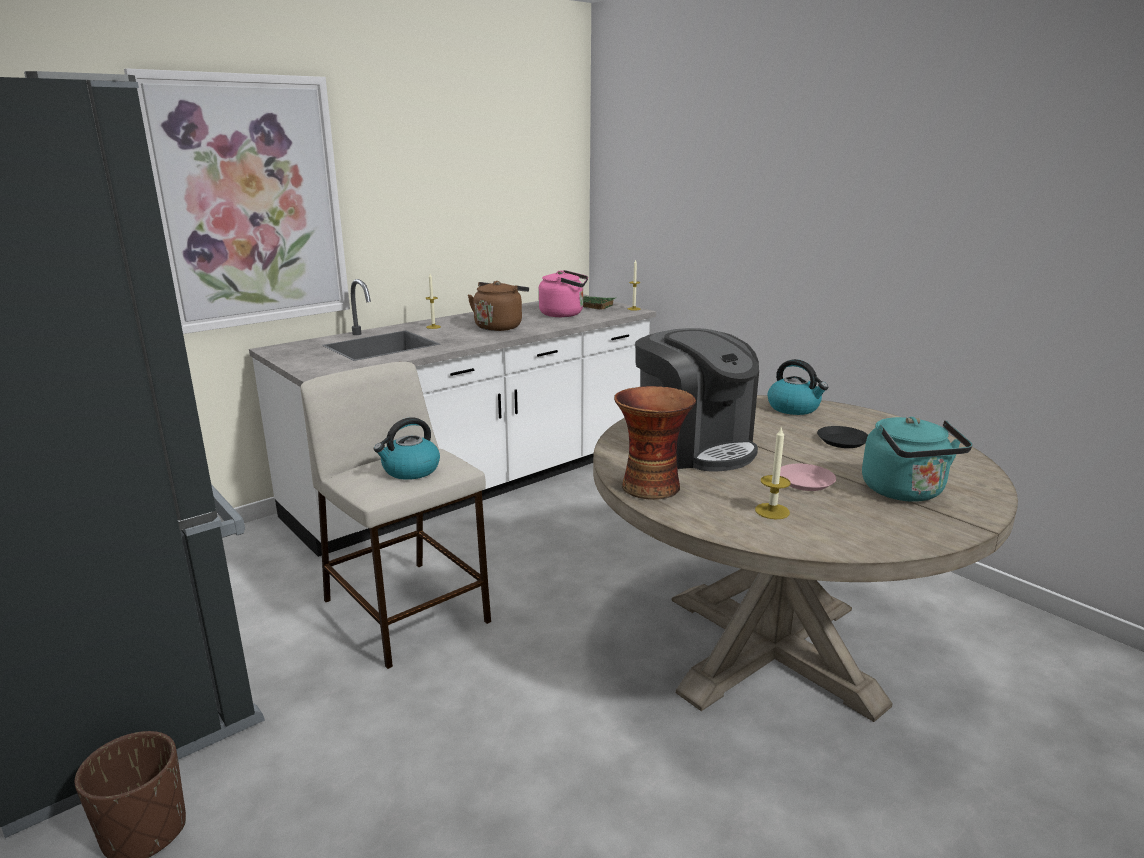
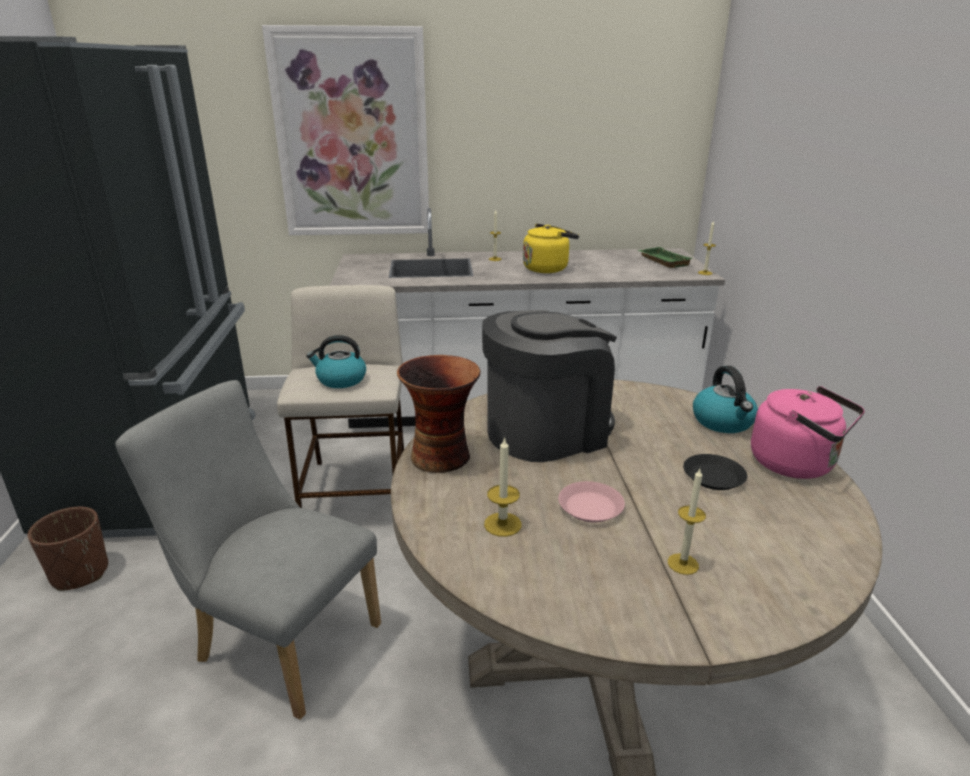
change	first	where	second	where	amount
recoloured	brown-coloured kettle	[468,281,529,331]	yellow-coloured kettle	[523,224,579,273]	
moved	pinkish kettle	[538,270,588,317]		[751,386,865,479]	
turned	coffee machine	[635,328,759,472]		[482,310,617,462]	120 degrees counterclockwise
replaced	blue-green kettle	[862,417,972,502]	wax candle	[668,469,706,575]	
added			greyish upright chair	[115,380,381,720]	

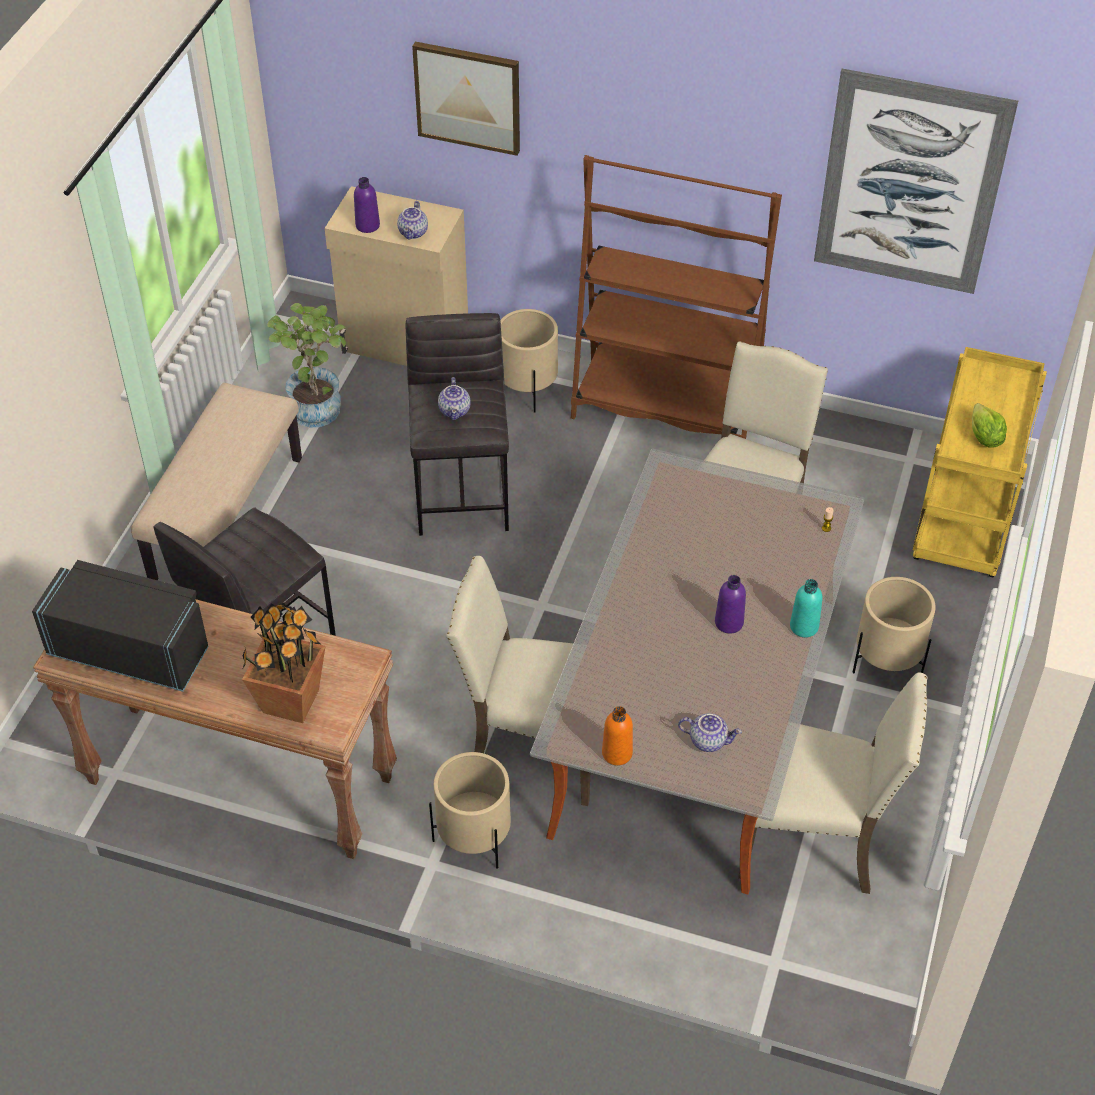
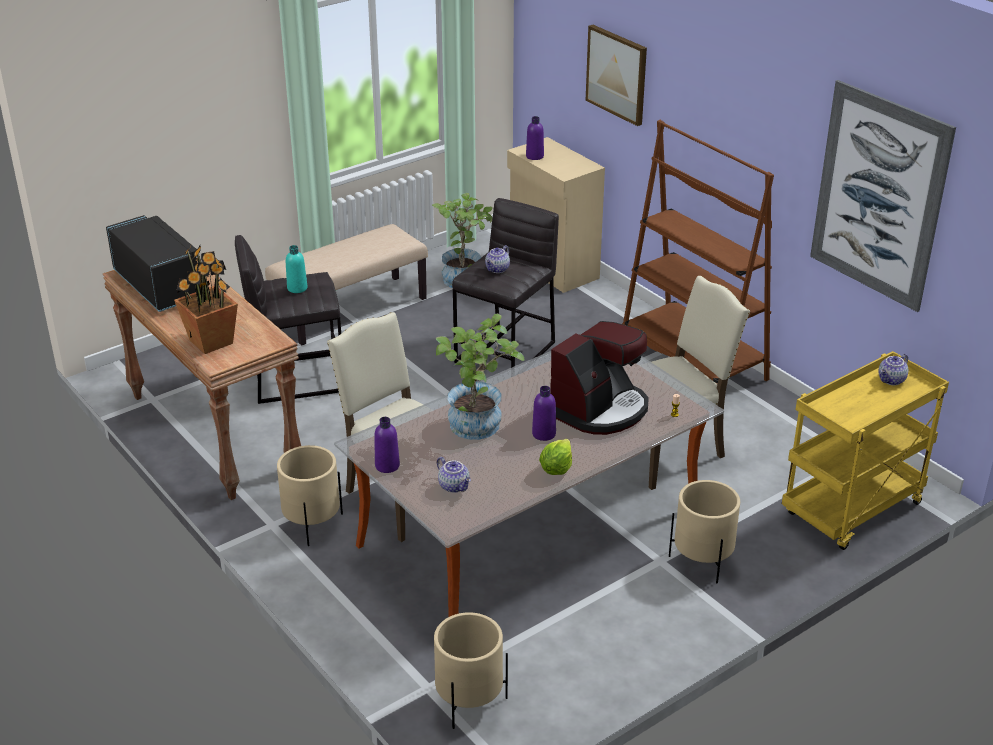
change	first	where	second	where	amount
moved	pot for tea	[397,201,428,240]		[878,354,908,385]	
moved	beige plant pot	[500,309,558,413]		[434,612,508,729]	
recoloured	orangey beverage bottle	[602,706,633,765]	purple beverage bottle	[374,417,400,473]	
removed	beige upright chair	[738,672,928,894]			
moved	blue-green beverage bottle	[790,579,822,638]		[286,245,308,293]	
moved	head of lettuce	[972,403,1007,448]		[539,439,572,475]	
added			potted plant	[436,314,524,440]	
added			coffee machine	[550,321,649,435]	

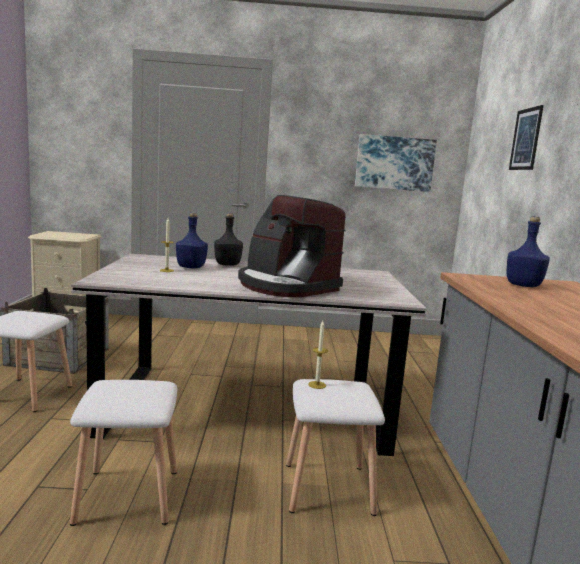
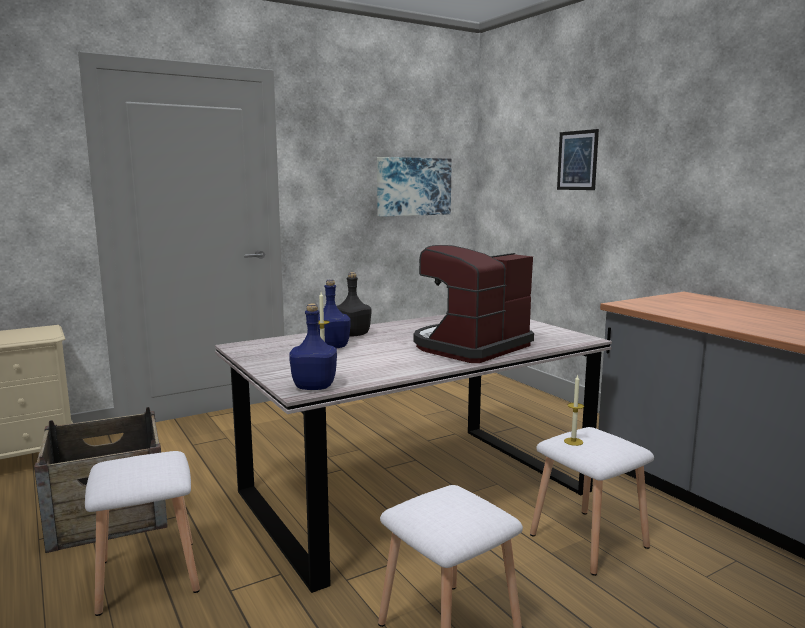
change	first	where	second	where	amount
turned	coffee machine	[238,195,346,297]		[413,245,534,363]	120 degrees clockwise
moved	blue-coloured beverage bottle	[507,216,550,287]		[289,304,337,390]	

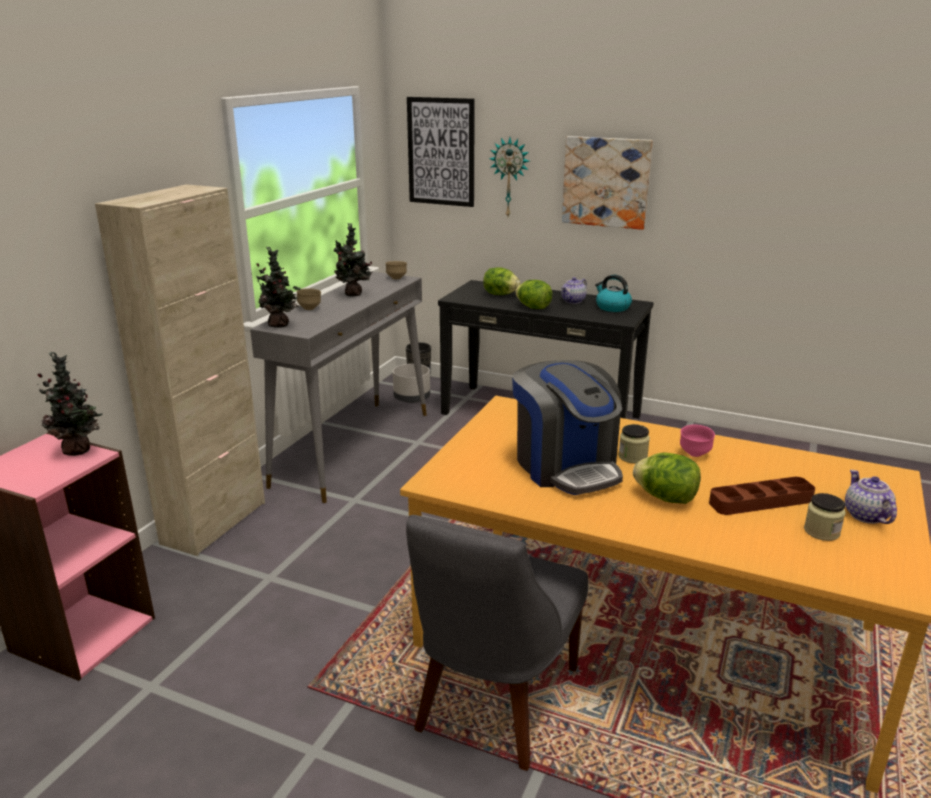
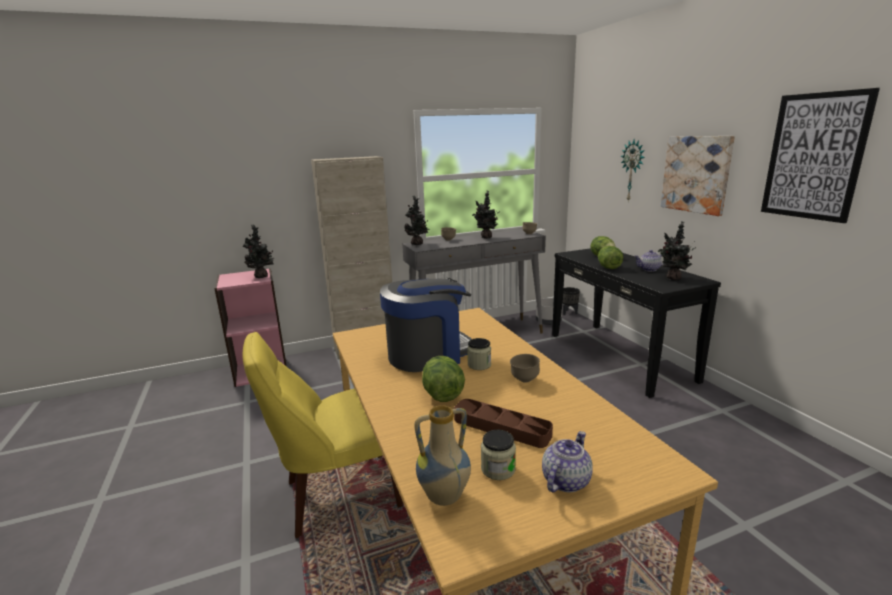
change	first	where	second	where	amount
recoloured	greyish upright chair	[406,515,588,771]	yellow-coloured upright chair	[242,332,403,538]	
moved	picture	[407,97,475,207]		[761,88,880,223]	
turned	coffee machine	[512,360,623,495]		[380,278,472,372]	135 degrees counterclockwise
replaced	kettle	[595,275,632,312]	potted plant	[658,221,696,280]	
recoloured	pinkish bowl	[680,425,715,457]	brown-coloured bowl	[510,354,540,383]	
added			vase	[414,405,471,506]	

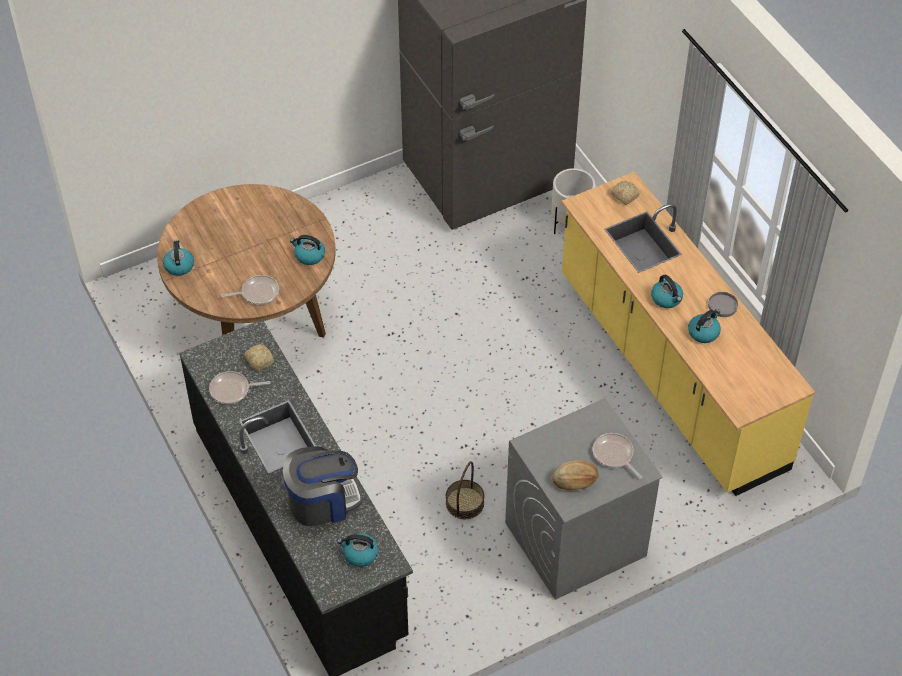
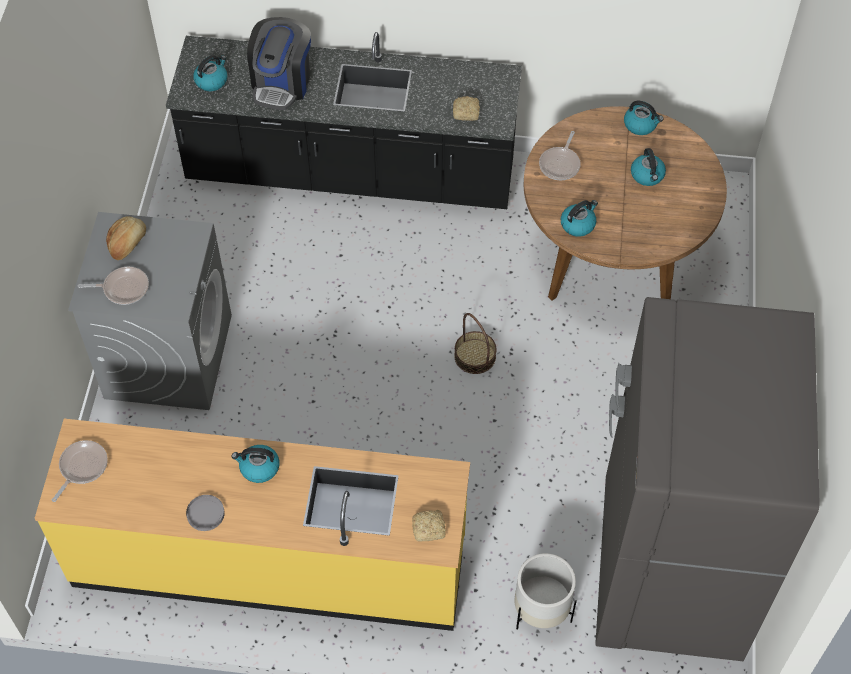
change	first	where	second	where	amount
moved	frying pan	[209,371,271,404]		[52,440,108,502]	
moved	household basket	[446,461,484,519]		[454,313,497,374]	
moved	kettle	[688,309,721,343]		[631,148,666,186]	

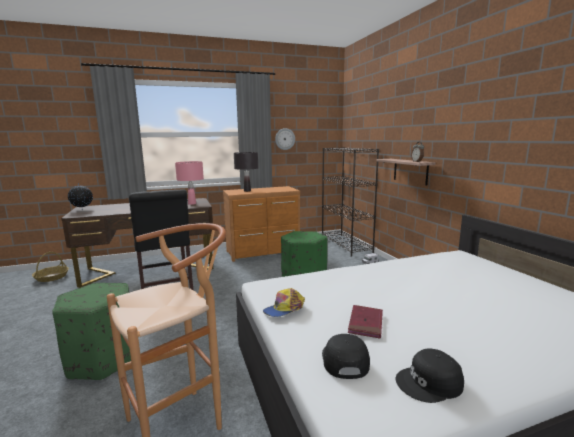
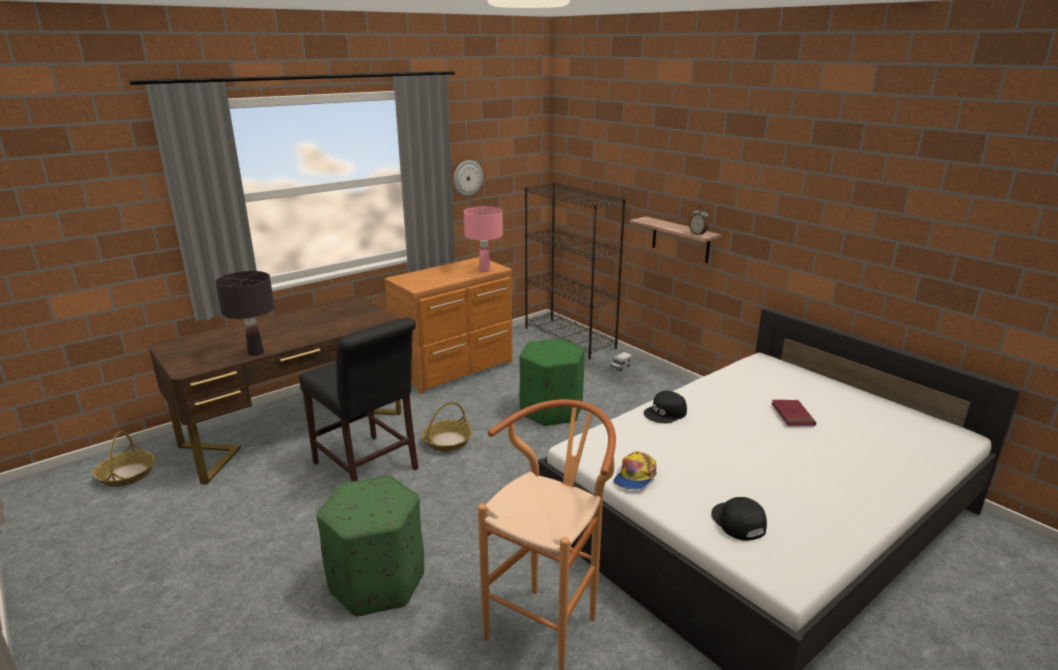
change	first	where	second	where	amount
removed	globe	[68,183,93,207]			
moved	pinkish table lamp	[175,161,204,205]		[464,206,503,272]	
moved	black table lamp	[234,152,258,192]		[215,271,275,356]	
moved	red volume	[348,305,383,339]		[771,400,816,426]	
moved	black peaked cap	[396,348,464,403]		[644,391,687,423]	
added			household basket	[422,402,472,452]	

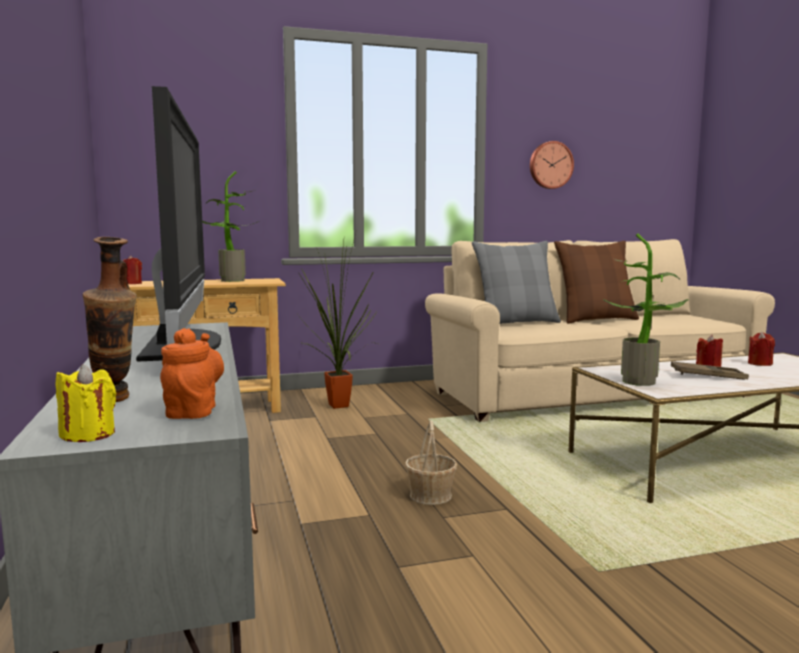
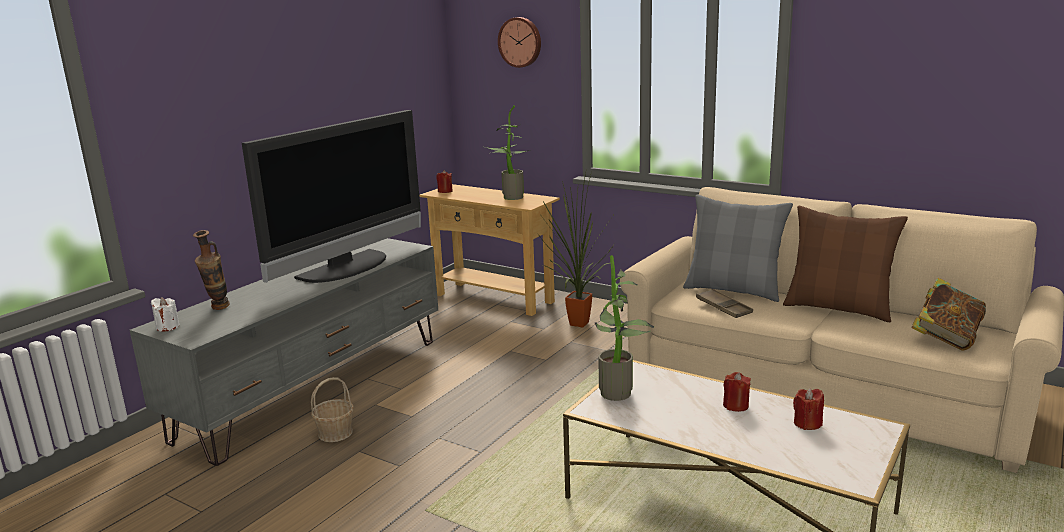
change	first	where	second	where	amount
recoloured	yellow-coloured wax candle	[56,364,116,442]	whitish wax candle	[151,297,180,332]	
removed	orangey pot for tea	[160,328,224,419]			
moved	household basket	[405,421,458,505]		[311,377,354,442]	
moved	clock on the wall	[530,141,574,189]		[498,17,541,68]	
moved	brown-coloured carrying tray	[671,361,749,379]		[696,289,753,318]	
added			volume	[911,278,986,351]	

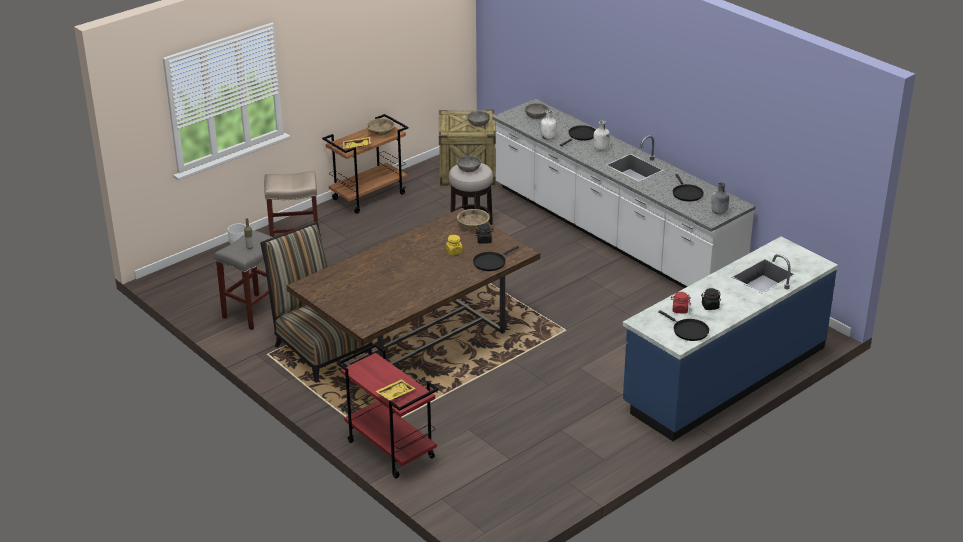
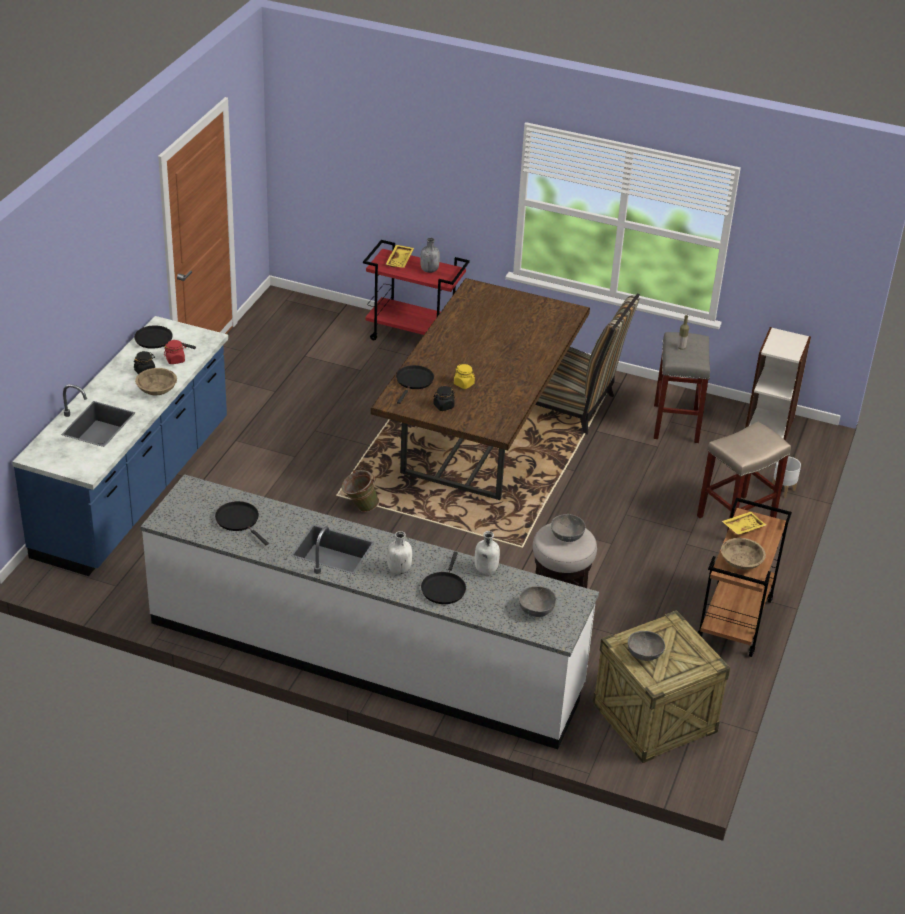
change	first	where	second	where	amount
moved	beige bowl	[457,209,490,229]		[135,368,177,395]	
moved	greyish beverage bottle	[711,182,729,214]		[420,238,440,273]	
added			greenish bucket	[342,470,379,512]	
added			shelving unit	[745,327,811,441]	

